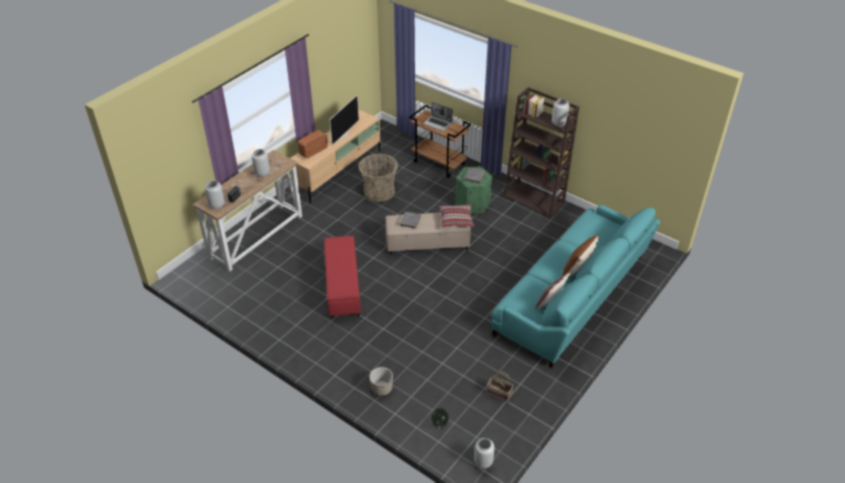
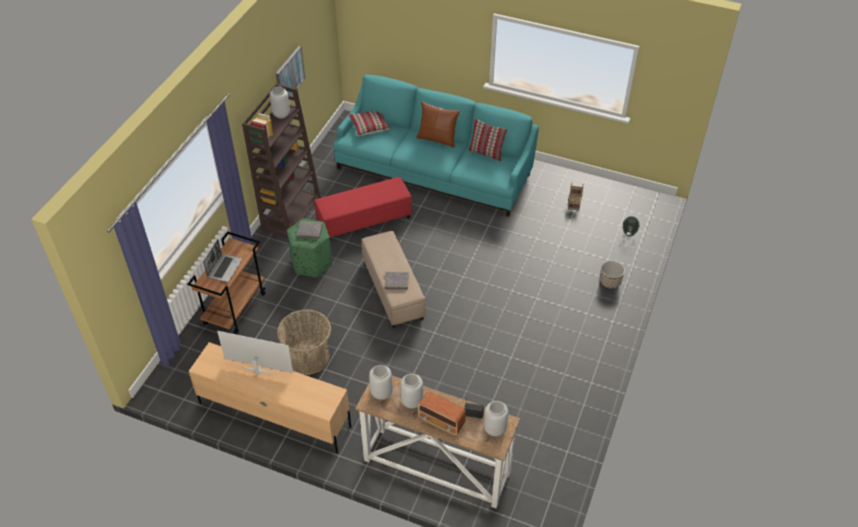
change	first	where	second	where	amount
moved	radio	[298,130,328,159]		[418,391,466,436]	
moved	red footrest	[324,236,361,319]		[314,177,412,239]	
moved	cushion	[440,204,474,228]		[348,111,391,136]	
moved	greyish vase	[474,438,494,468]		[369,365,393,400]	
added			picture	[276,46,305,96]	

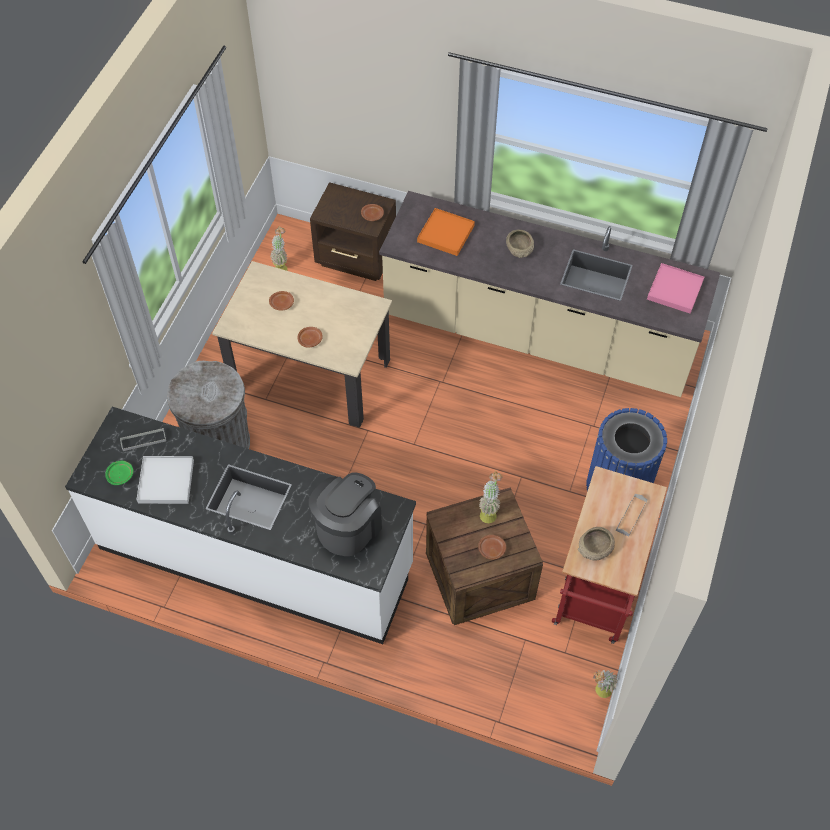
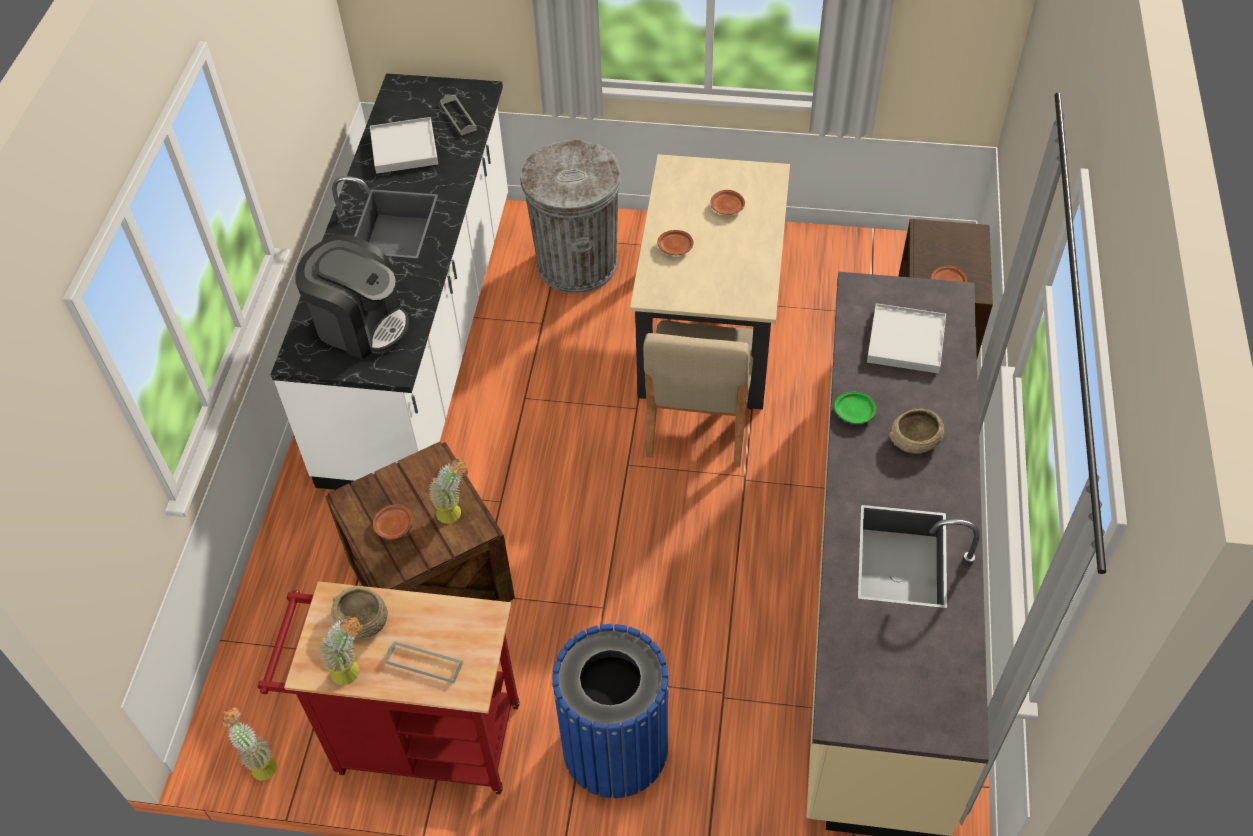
change	first	where	second	where	amount
moved	greenish dinner plate	[105,461,133,485]		[834,392,876,424]	
moved	potted plant	[270,226,288,271]		[319,616,362,685]	
recoloured	orangey carrying tray	[417,208,475,256]	whitish carrying tray	[867,303,946,373]	
removed	pinkish carrying tray	[647,263,704,314]			
added			beige upright chair	[643,320,753,467]	

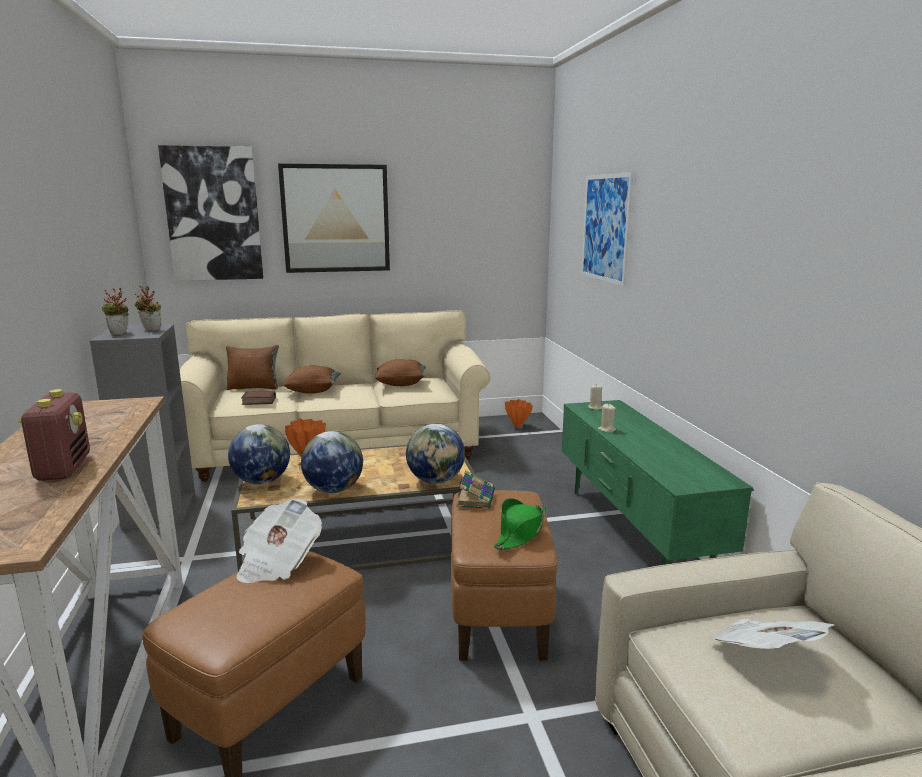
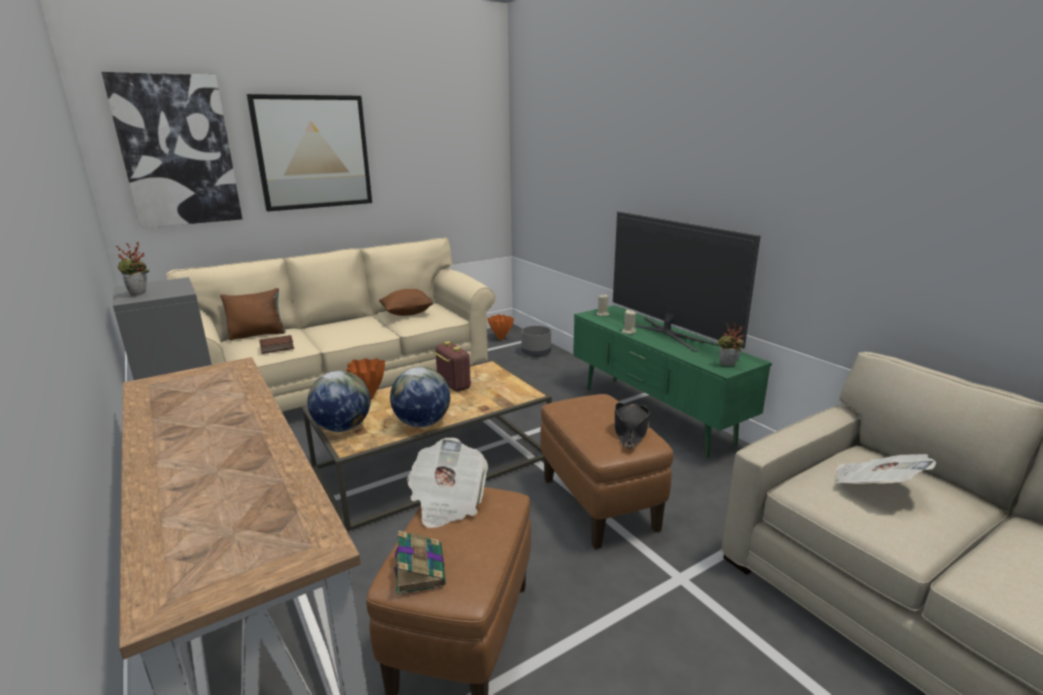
change	first	where	second	where	amount
moved	radio	[18,389,90,481]		[433,341,471,392]	
moved	potted plant	[135,286,161,330]		[718,323,744,366]	
removed	brown-coloured cushion	[282,366,341,394]			
removed	globe	[406,424,465,484]			
moved	volume	[456,471,495,509]		[394,530,446,595]	
recoloured	greenish clothing hat	[494,498,546,550]	black clothing hat	[615,403,649,448]	
removed	picture	[581,172,634,286]			
added			greyish plant pot	[521,326,551,357]	
added			TV	[613,211,760,352]	

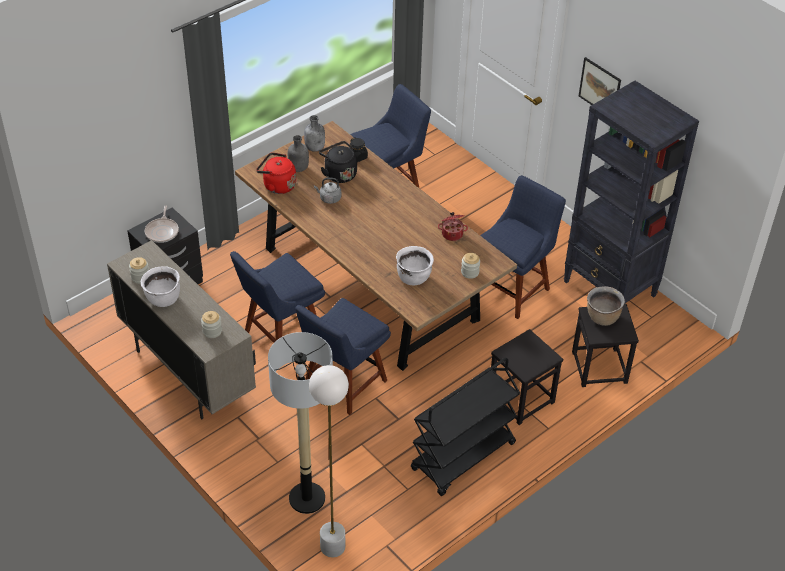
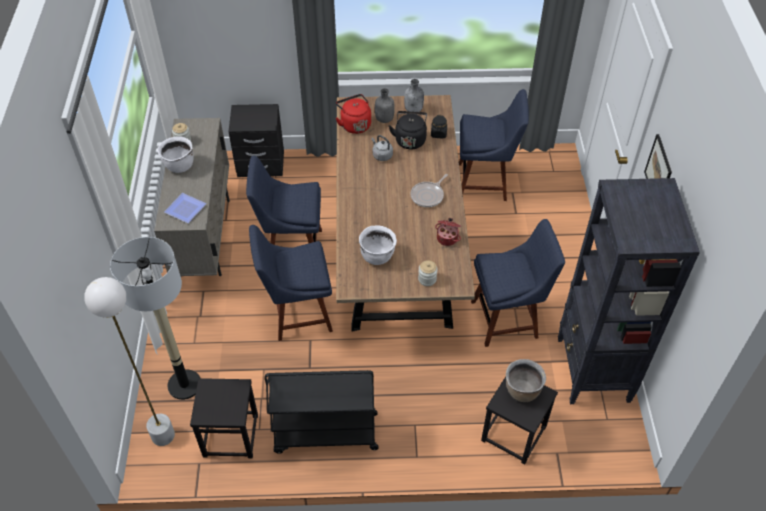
change	first	where	second	where	amount
moved	frying pan	[145,205,179,243]		[411,174,448,207]	
replaced	storage jar	[201,311,222,338]	dinner plate	[164,193,206,223]	
moved	black sitting stool	[491,329,563,425]		[190,378,258,458]	

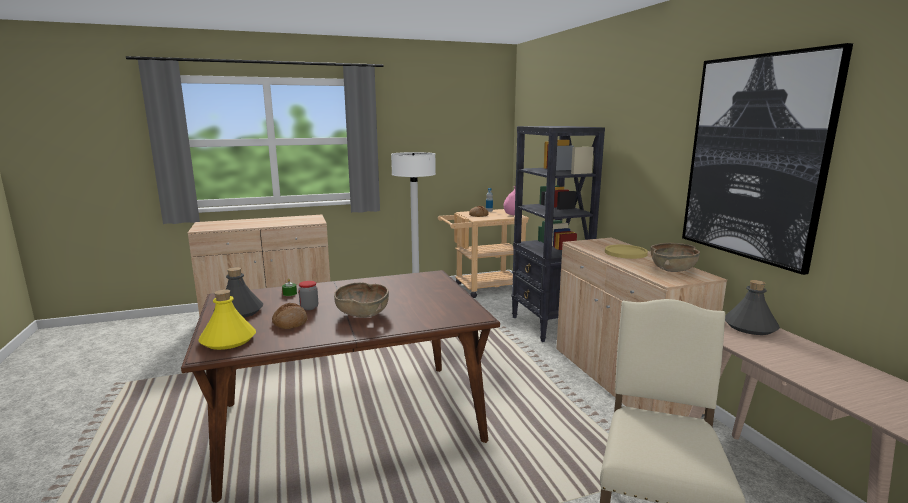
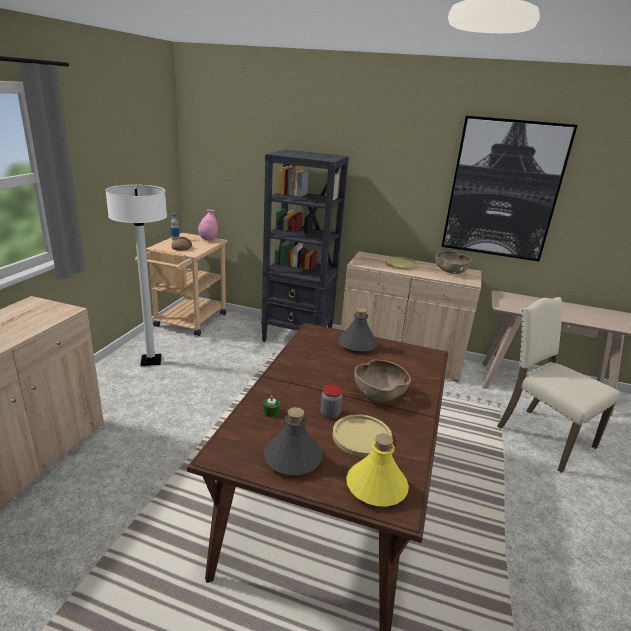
change	first	where	second	where	amount
replaced	bread	[272,303,308,329]	yellow-coloured dinner plate	[332,414,392,458]	
moved	greyish beverage bottle	[725,280,780,335]		[338,308,378,353]	

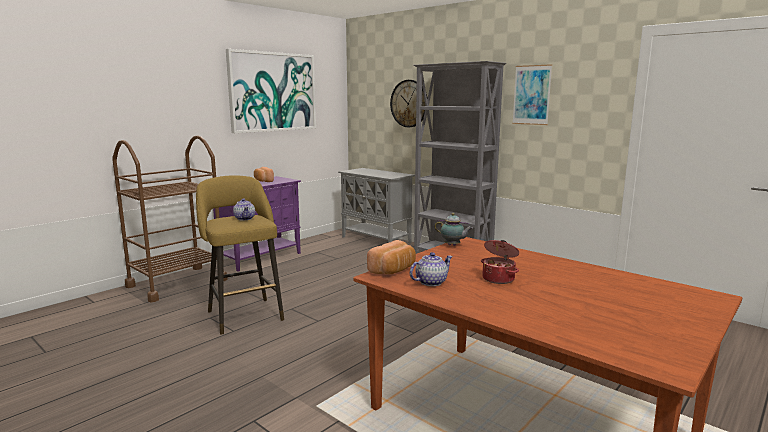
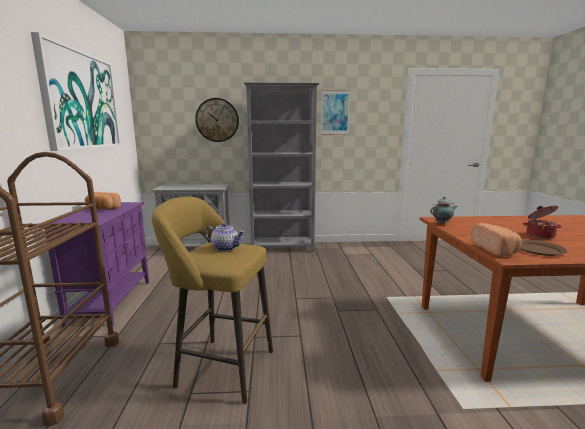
change	first	where	second	where	amount
replaced	pot for tea	[410,252,453,286]	brown-coloured dinner plate	[520,239,567,256]	

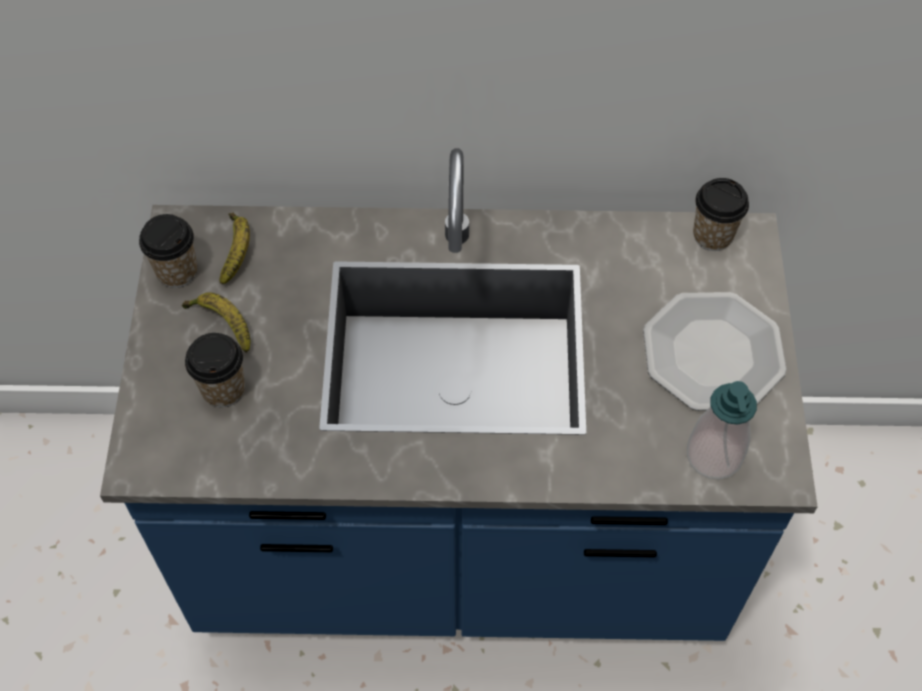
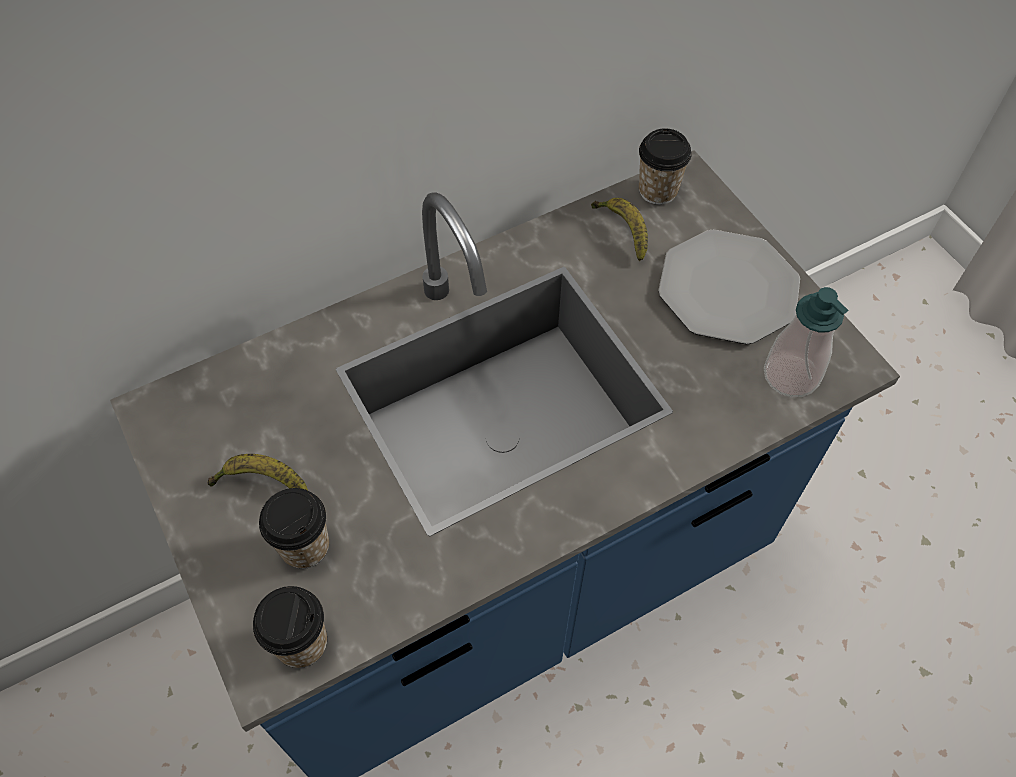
change	first	where	second	where	amount
moved	small cup	[139,214,197,288]		[253,586,327,668]	
moved	whole banana	[219,213,250,284]		[591,198,648,261]	

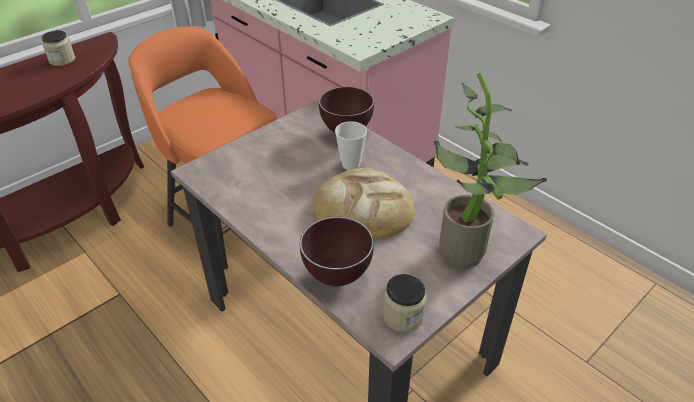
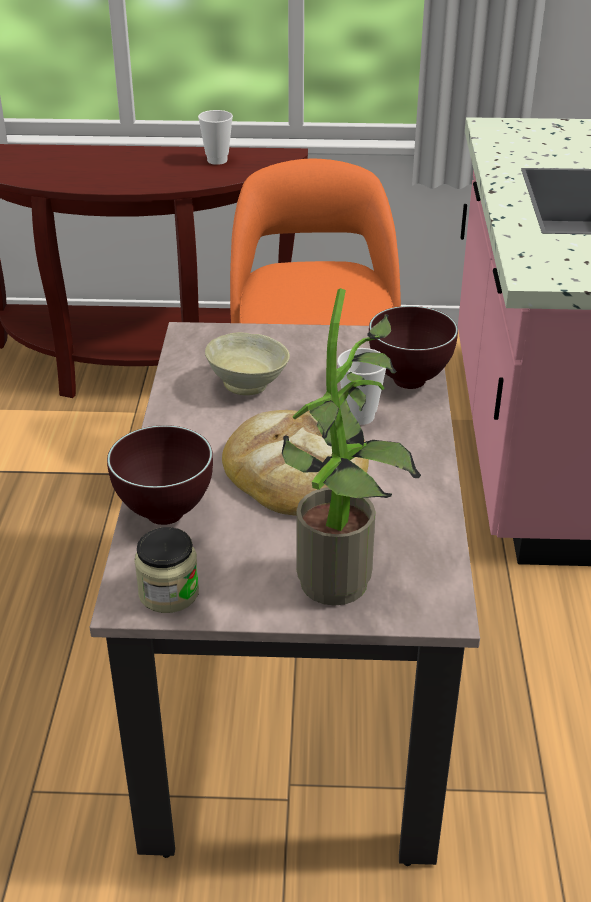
change	first	where	second	where	amount
replaced	storage jar	[41,30,75,66]	small cup	[198,110,233,165]	
added			beige bowl	[205,332,290,396]	

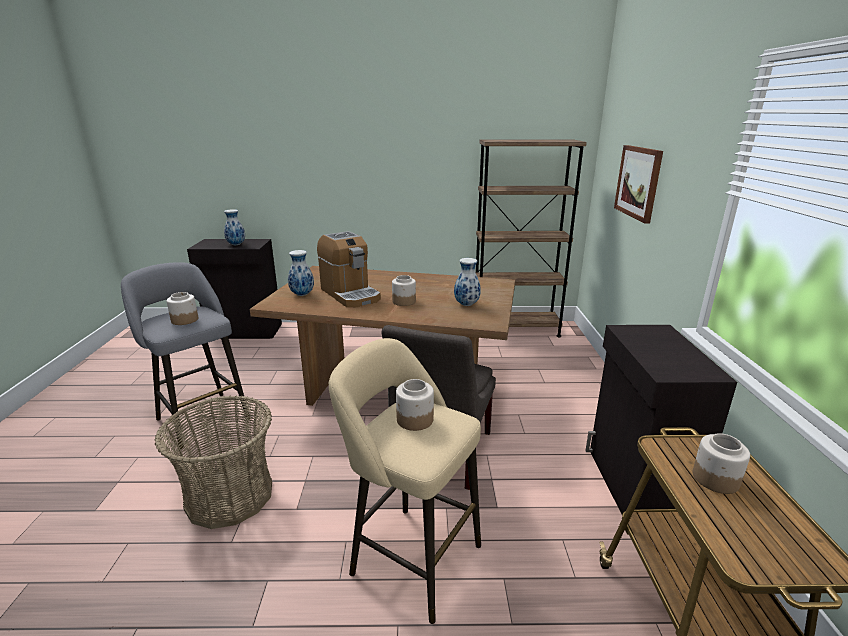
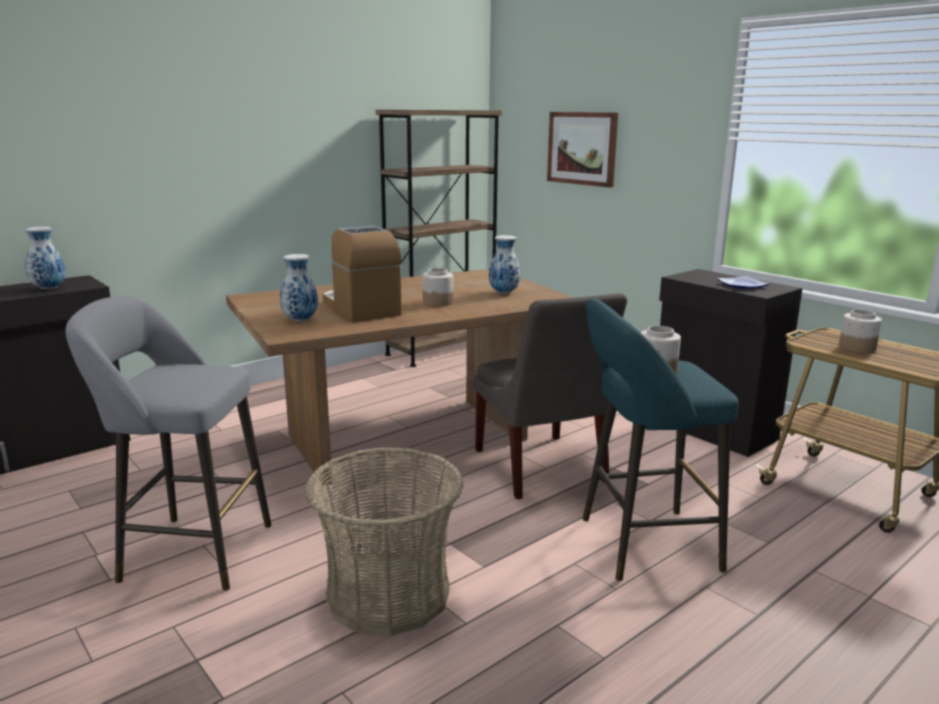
change	first	where	second	where	amount
removed	storage jar	[166,292,198,325]			
turned	coffee machine	[317,231,381,307]		[323,226,402,322]	135 degrees counterclockwise
recoloured	beige sitting stool	[329,338,481,624]	blue-green sitting stool	[583,298,739,581]	
added			dinner plate	[717,276,770,289]	

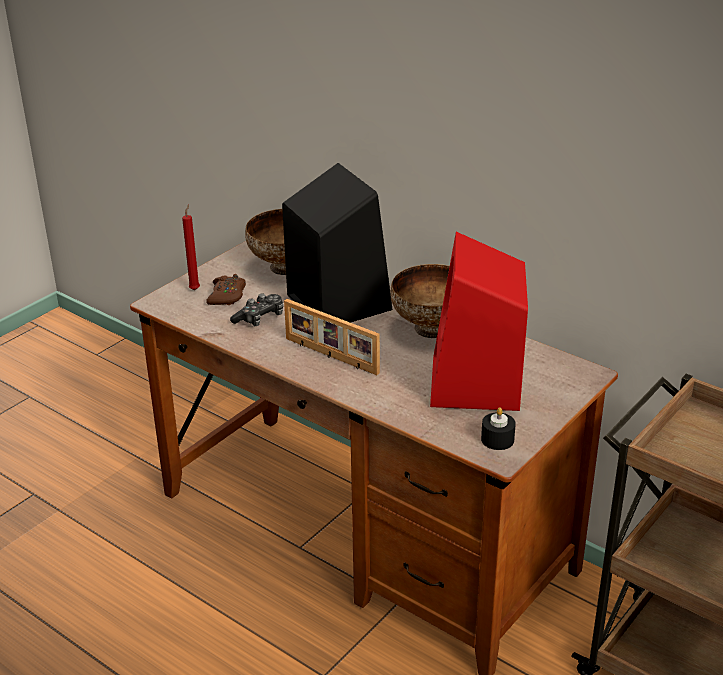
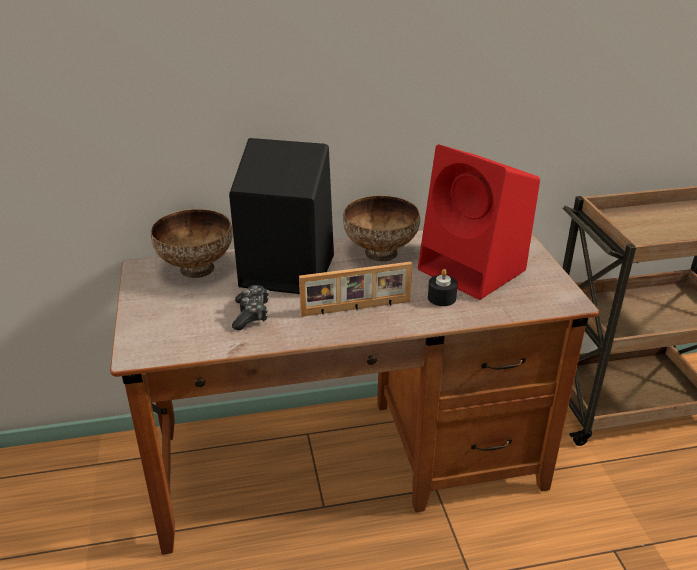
change	first	where	second	where	amount
removed	red wax candle	[182,204,200,290]			
removed	brown-coloured gamepad	[206,274,246,305]			
moved	black wax candle	[481,407,516,450]		[428,269,458,306]	

